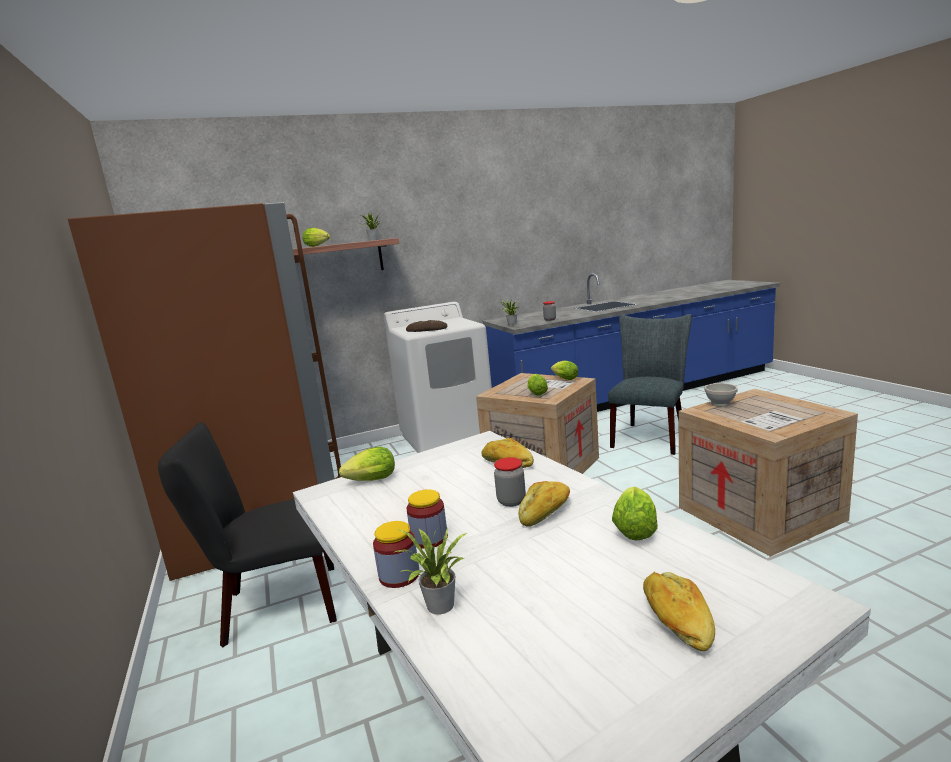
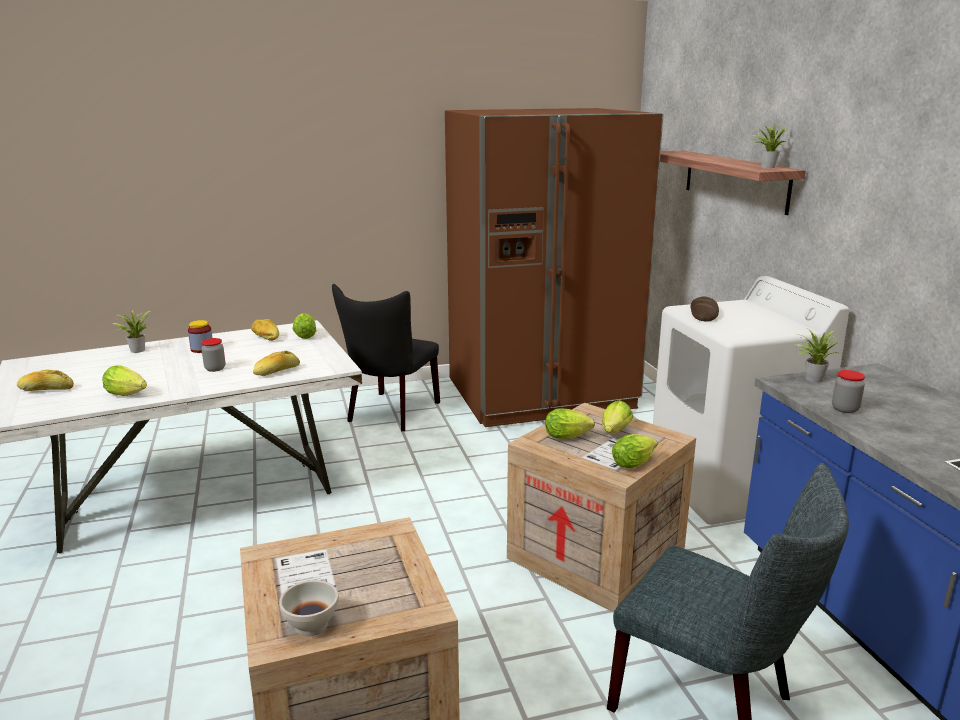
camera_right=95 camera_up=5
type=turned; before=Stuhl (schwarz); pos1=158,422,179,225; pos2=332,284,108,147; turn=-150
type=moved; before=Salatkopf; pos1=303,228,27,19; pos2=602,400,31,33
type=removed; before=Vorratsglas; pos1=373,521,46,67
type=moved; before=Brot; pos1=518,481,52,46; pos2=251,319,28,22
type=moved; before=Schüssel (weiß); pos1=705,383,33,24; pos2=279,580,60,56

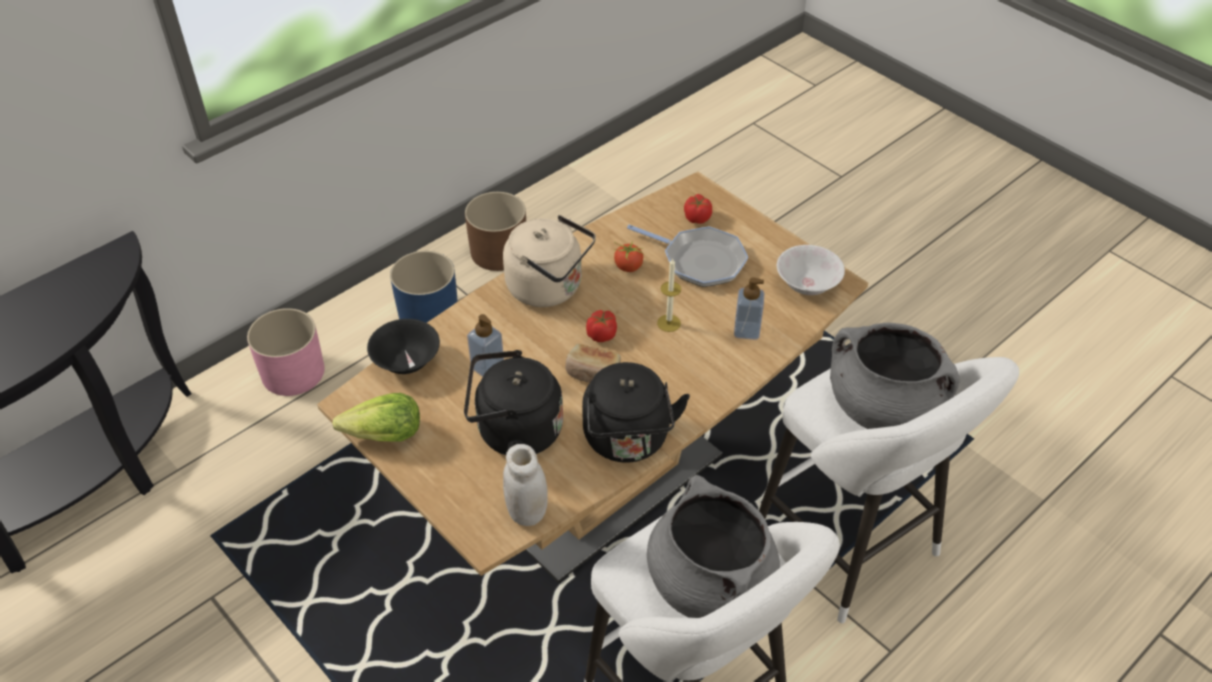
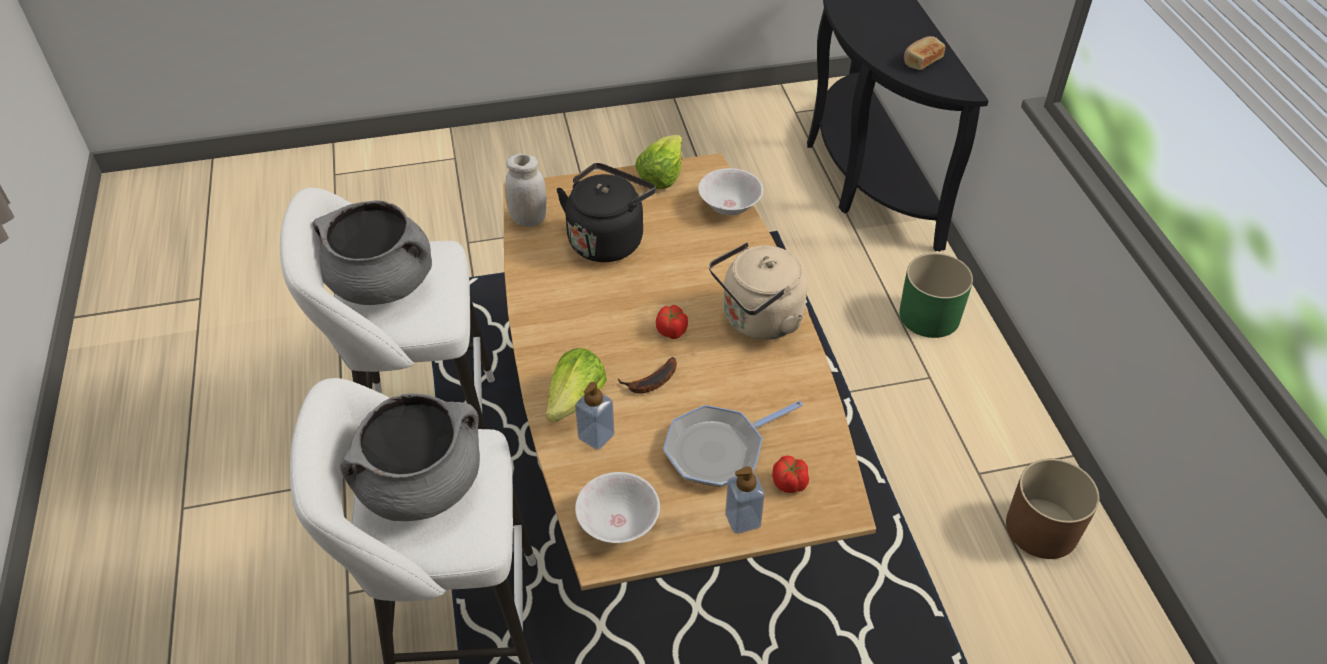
camera_right=120 camera_up=0
type=recoloured; before=Pflanzkübel (rosa); after=Pflanzkübel (grün); pos1=247,308,77,88; pos2=899,253,74,85
type=recoloured; before=Schüssel (schwarz); after=Schüssel (weiß); pos1=367,319,73,55; pos2=698,168,65,47
type=removed; before=Pflanzkübel (blau); pos1=390,251,68,72
type=moved; before=Seifenspender; pos1=467,314,37,63; pos2=725,466,40,68
type=moved; before=Brot; pos1=565,344,56,39; pos2=904,36,41,34
type=removed; before=Wasserkessel (schwarz); pos1=582,362,108,101
type=removed; before=Tomate; pos1=614,240,30,32
type=replaced; before=Kerze; after=Banane; pos1=657,259,24,73; pos2=617,357,60,37
type=added; after=Salatkopf; pos2=546,348,61,75

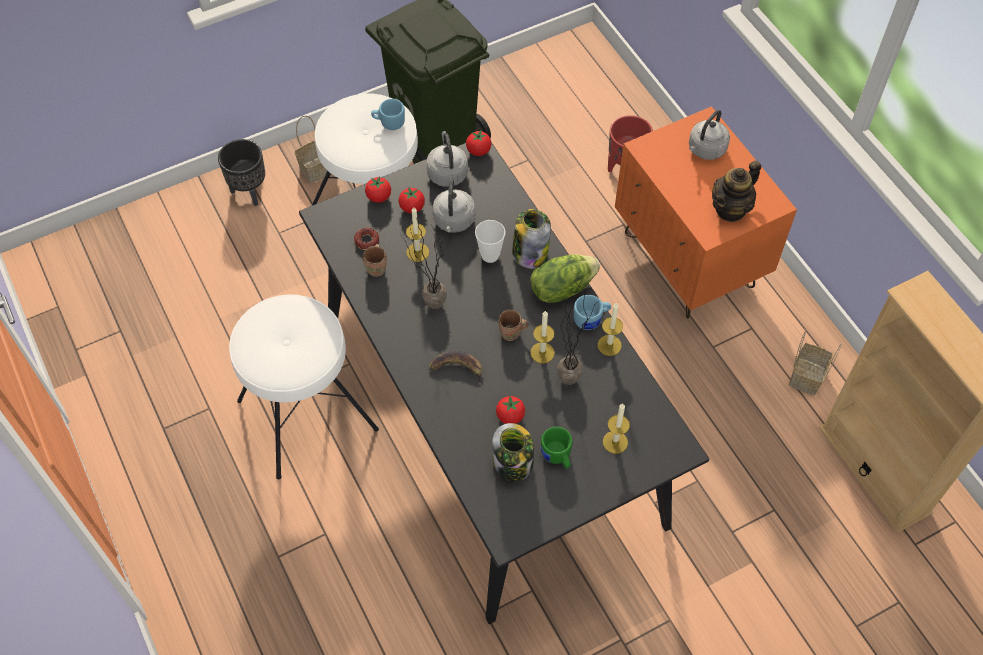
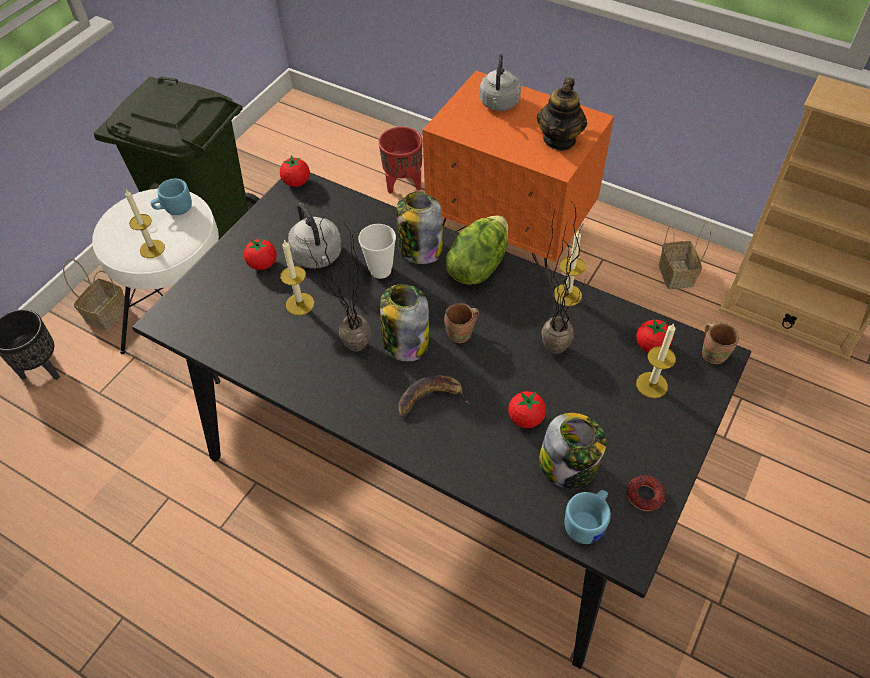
camera_right=-30 camera_up=-5
type=removed; before=Hocker (weiß); pos1=229,294,150,185
type=moved; before=Donut; pos1=354,228,25,22; pos2=627,475,39,36
type=moved; before=Henkelbecher (braun); pos1=363,244,24,33; pos2=702,322,37,42
type=moved; before=Tomate; pos1=365,176,26,27; pos2=636,318,37,35
type=removed; before=Wasserkessel (grau); pos1=426,131,42,56
type=moved; before=Kerze; pos1=530,311,25,53; pos2=125,190,40,68
type=removed; before=Henkelbecher (grün); pos1=541,427,32,42
type=moved; before=Henkelbecher (blau); pos1=574,295,37,35; pos2=564,490,47,54
type=added; after=Vorratsglas; pos2=380,284,49,78

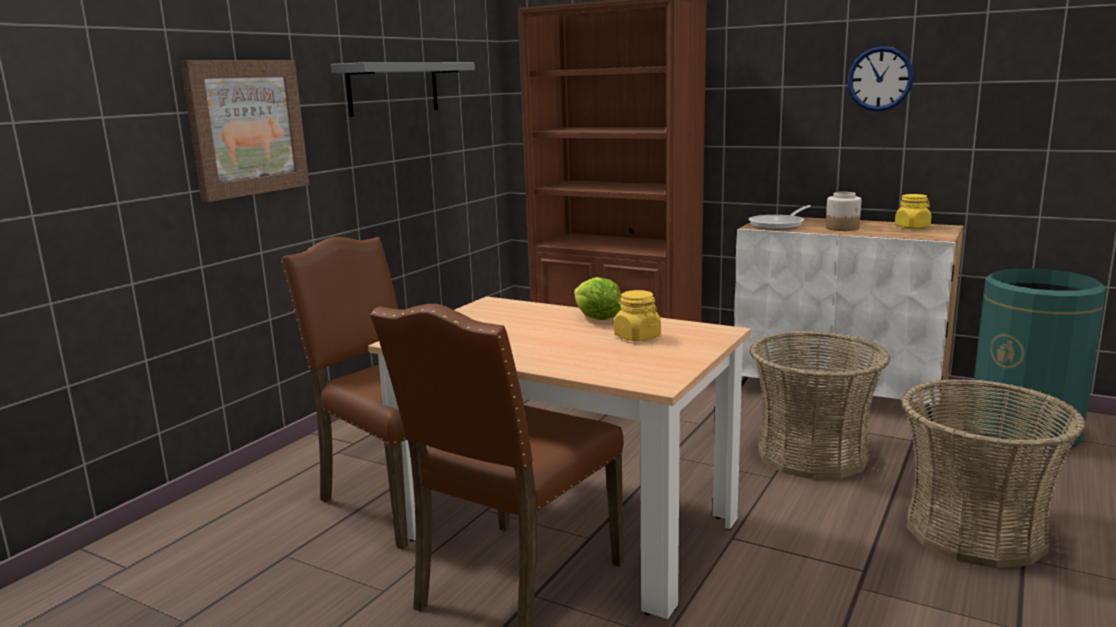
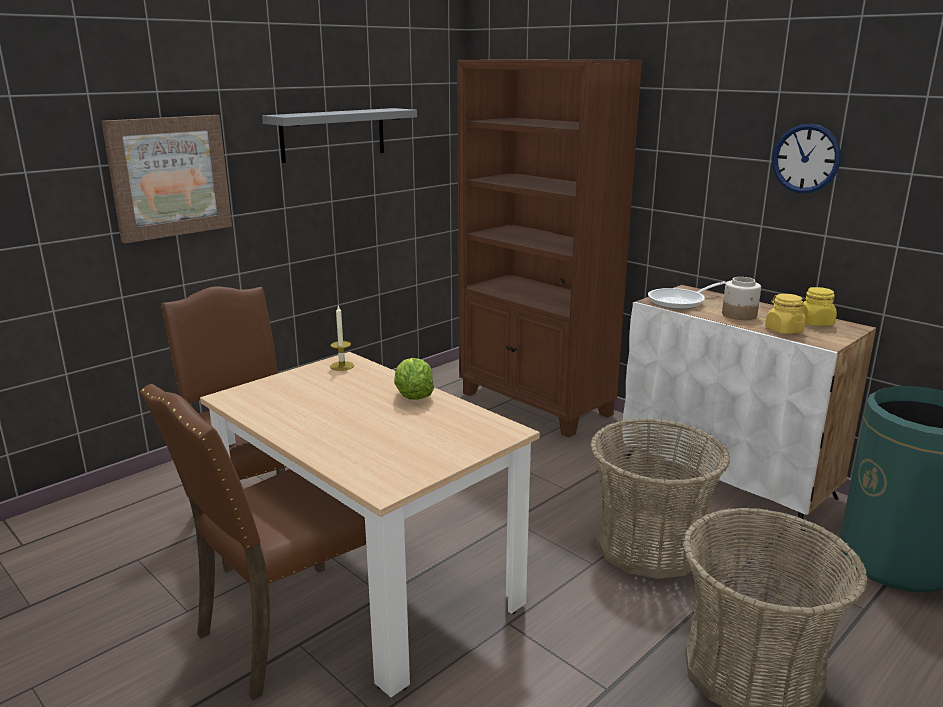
camera_right=15 camera_up=5
type=moved; before=Vorratsglas (gelb); pos1=614,290,47,51; pos2=765,294,41,40
type=added; after=Kerze; pos2=330,306,24,65

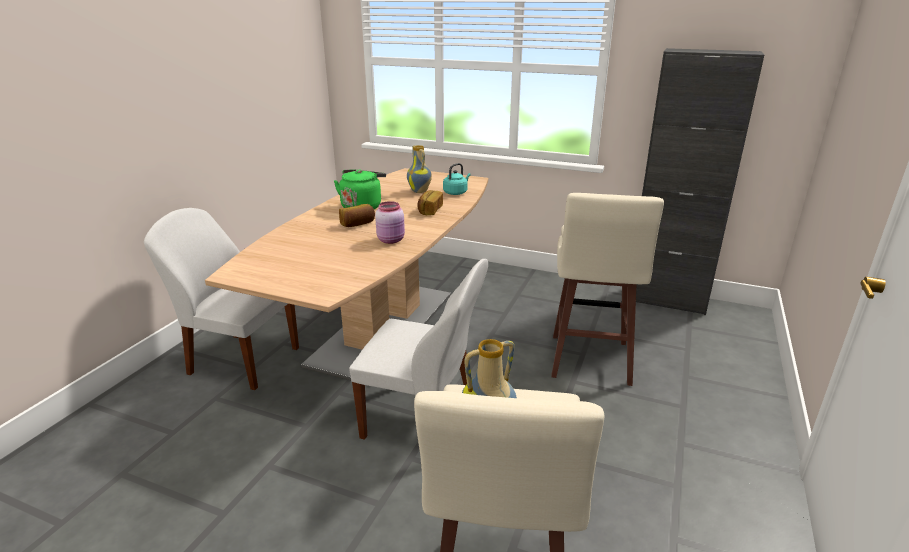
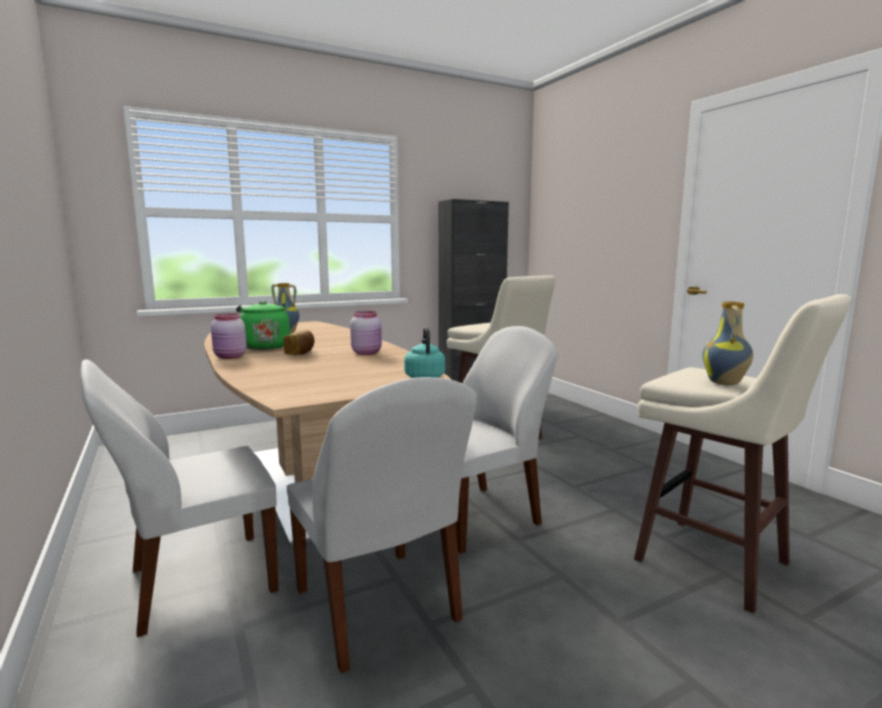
camera_right=-50 camera_up=-15
type=removed; before=Brot; pos1=417,190,26,25
type=moved; before=Wasserkessel (türkis); pos1=443,163,28,32; pos2=404,327,41,51
type=added; after=Vorratsglas (rosa); pos2=211,313,36,46
type=added; after=Stuhl (weiß); pos2=287,377,190,296

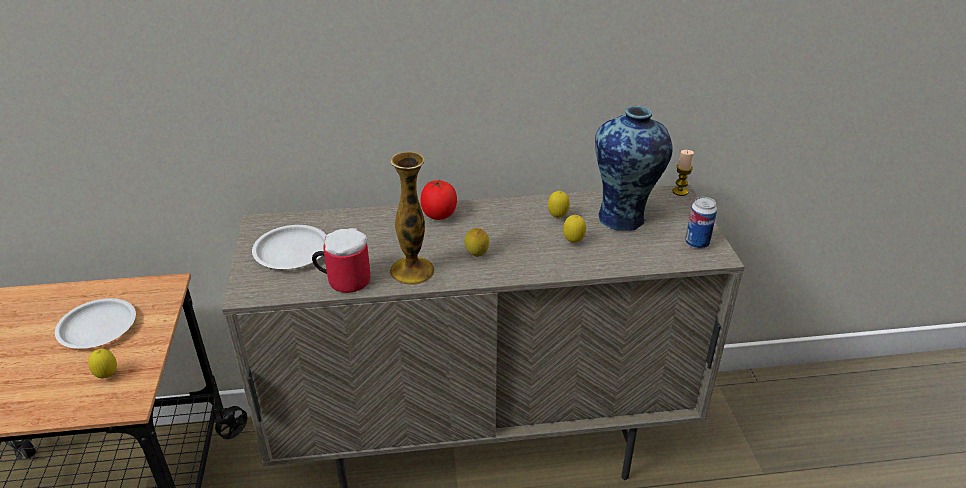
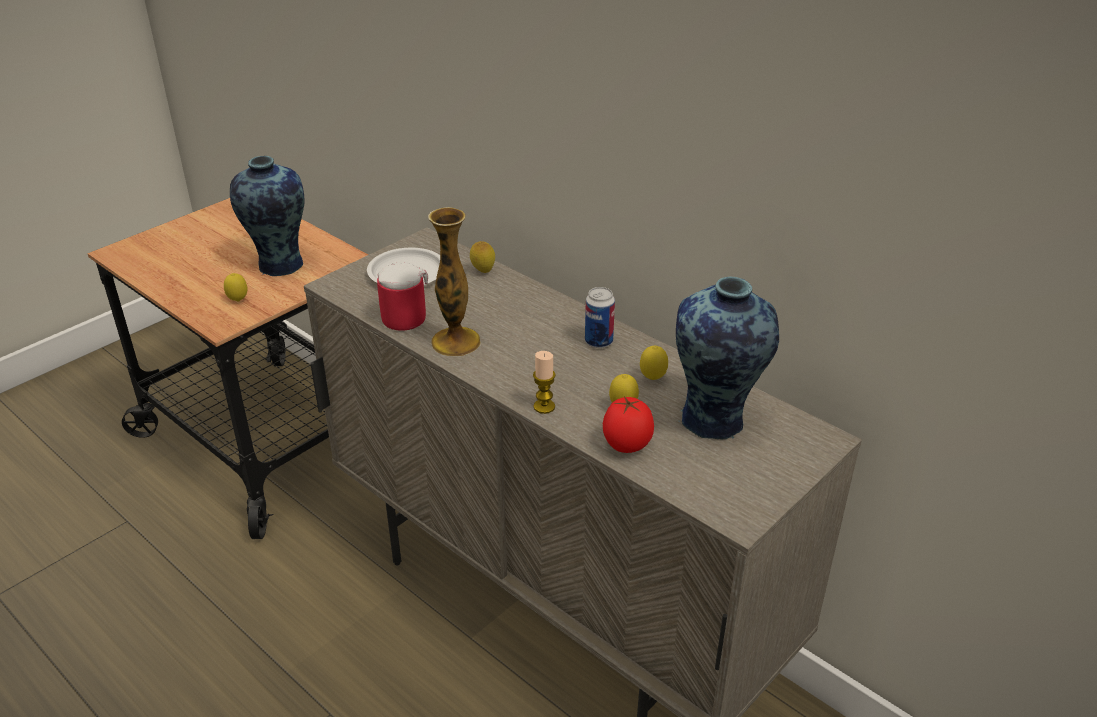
camera_right=50 camera_up=0
type=replaced; before=Teller (weiß); after=Vase; pos1=55,298,81,51; pos2=230,156,74,120
type=moved; before=Tomate; pos1=421,180,36,40; pos2=603,396,51,57
type=moved; before=Zitrone; pos1=464,228,25,29; pos2=470,241,25,32
type=moved; before=Kerze; pos1=672,150,22,46; pos2=533,351,23,63
type=moved; before=Dose; pos1=685,197,32,52; pos2=585,287,30,61

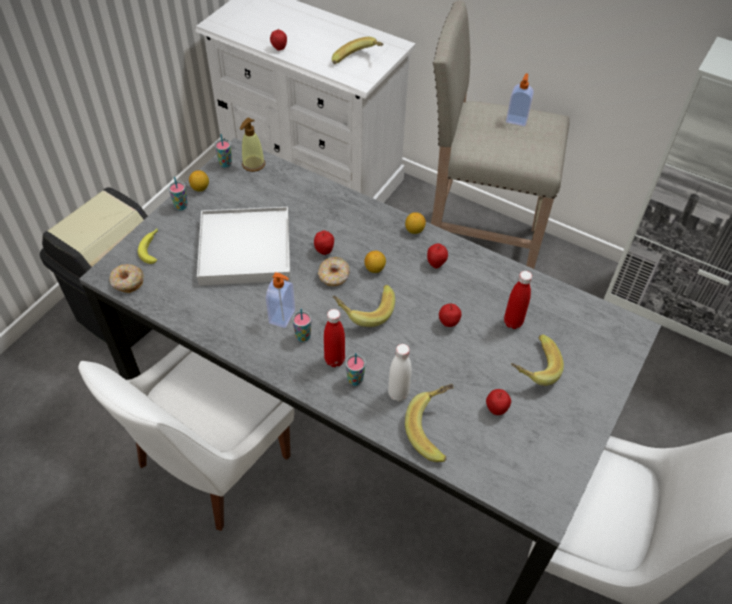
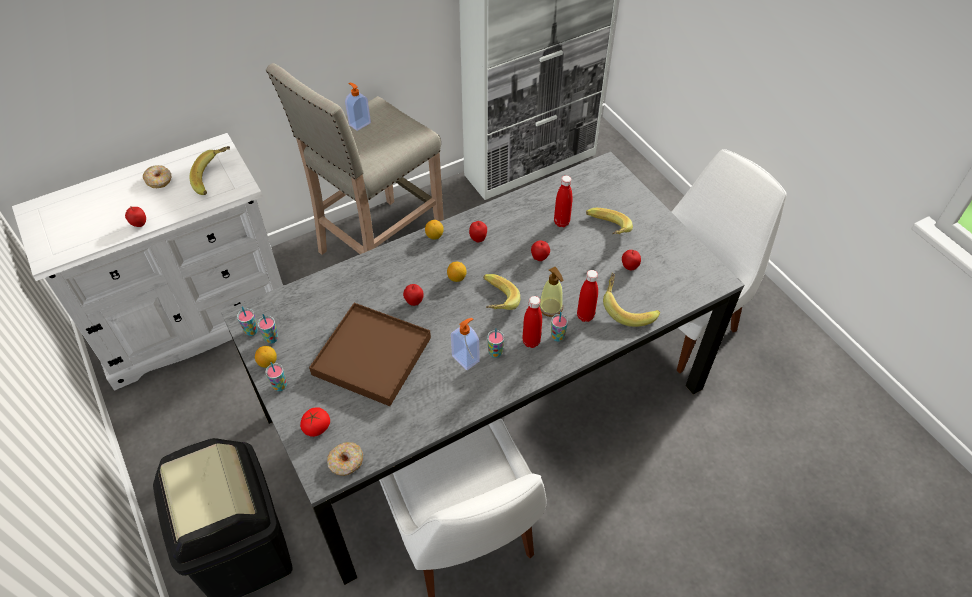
camera_right=-60 camera_up=0
type=replaced; before=Banane; after=Tomate; pos1=138,228,20,36; pos2=300,407,30,30
type=recoloured; before=Tablett (weiß); after=Tablett (braun); pos1=197,207,94,79; pos2=309,303,122,103
type=moved; before=Seifenspender; pos1=240,118,25,54; pos2=539,267,25,50
type=moved; before=Donut; pos1=318,257,32,29; pos2=143,165,28,23
type=recoloured; before=Flasche (weiß); after=Flasche (rot); pos1=388,344,24,58; pos2=577,270,21,52
type=added; after=Tasse; pos2=258,314,20,30

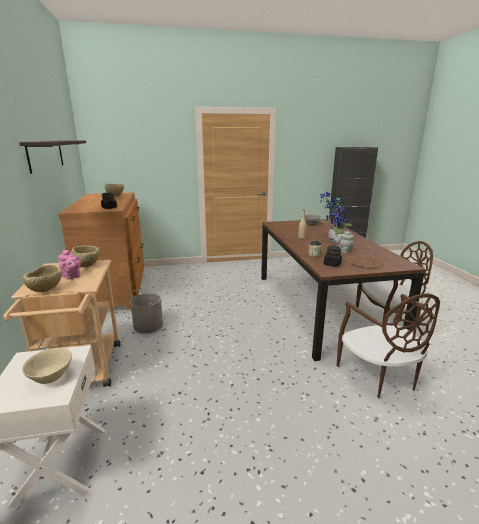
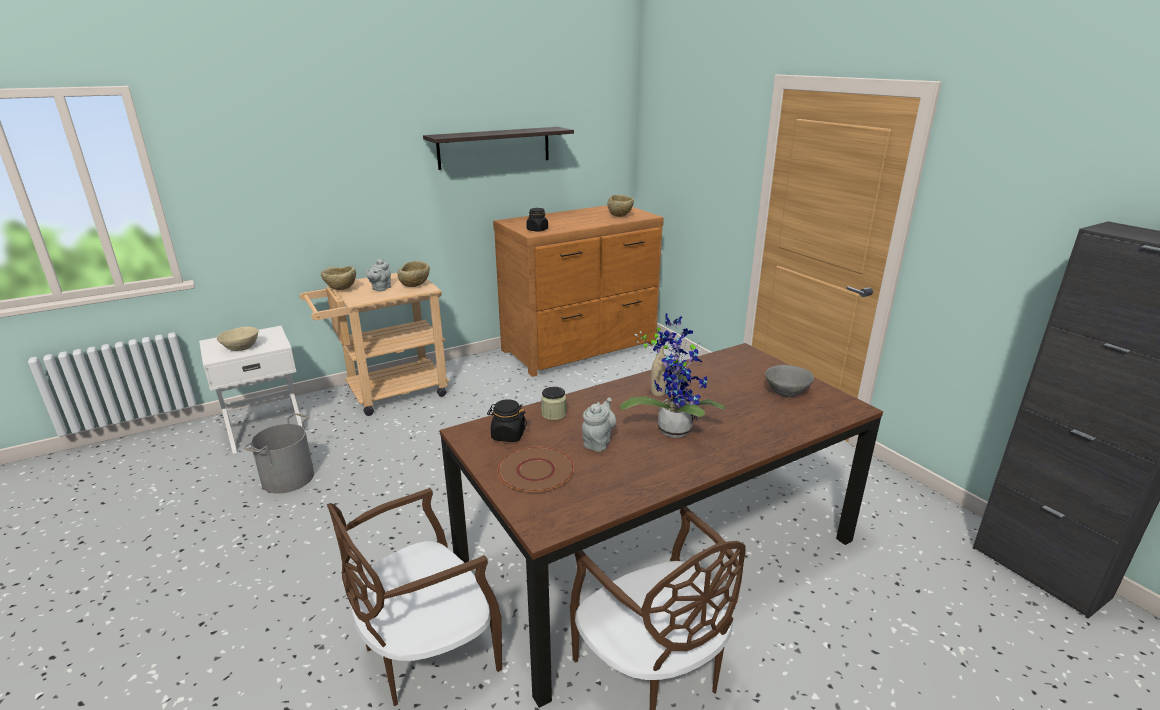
camera_right=70 camera_up=5
type=recoloured; before=Teekanne (rosa); after=Teekanne (grau); pos1=58,250,23,29; pos2=366,258,25,34
type=moved; before=Eimer (grau); pos1=129,289,34,44; pos2=243,413,71,81

